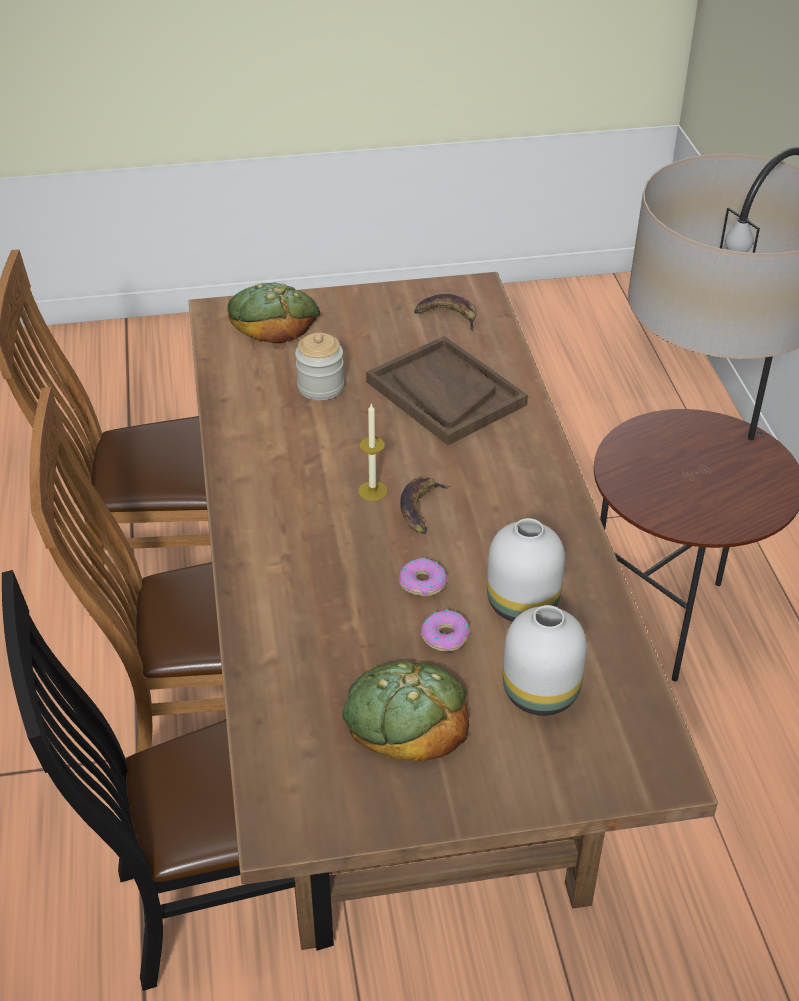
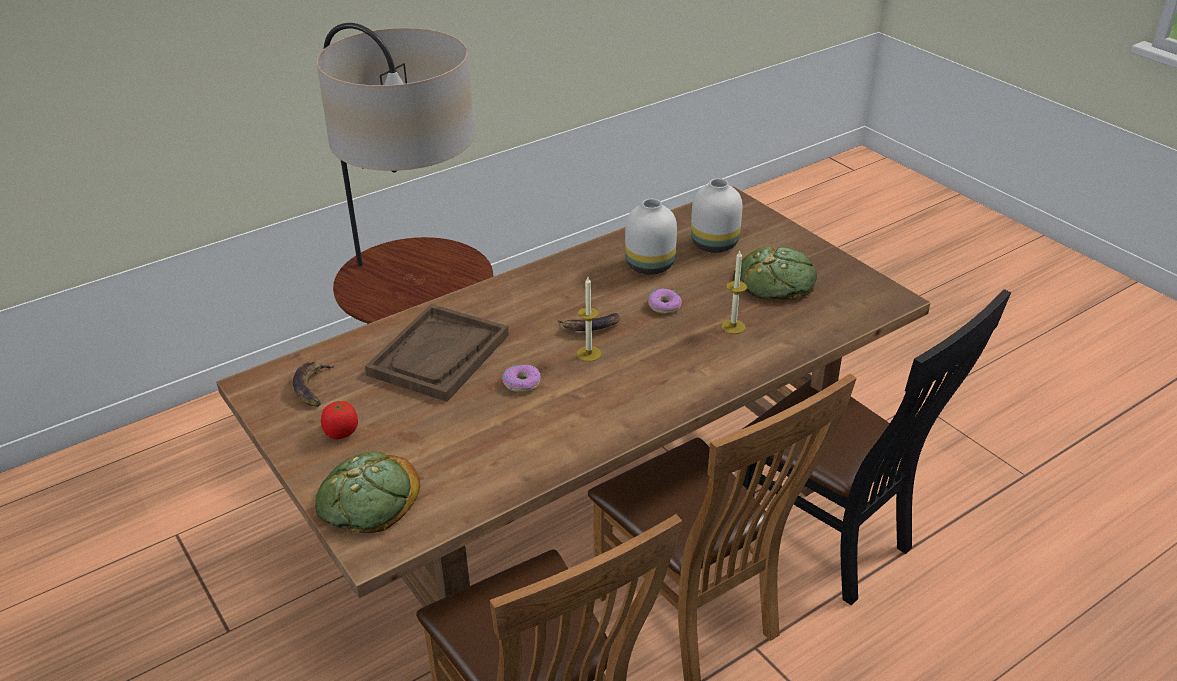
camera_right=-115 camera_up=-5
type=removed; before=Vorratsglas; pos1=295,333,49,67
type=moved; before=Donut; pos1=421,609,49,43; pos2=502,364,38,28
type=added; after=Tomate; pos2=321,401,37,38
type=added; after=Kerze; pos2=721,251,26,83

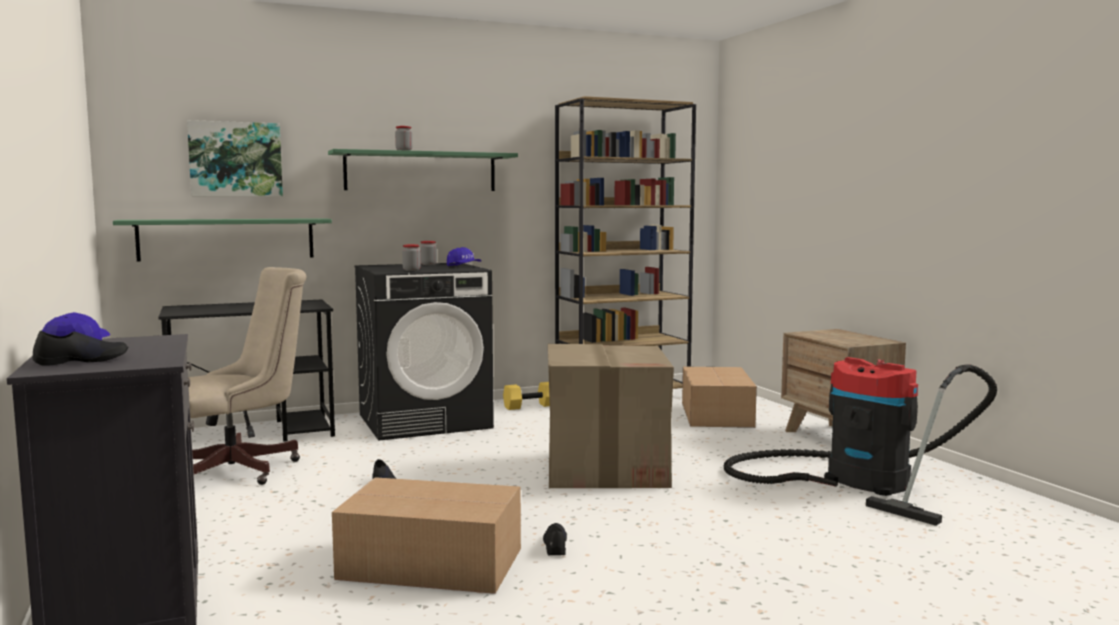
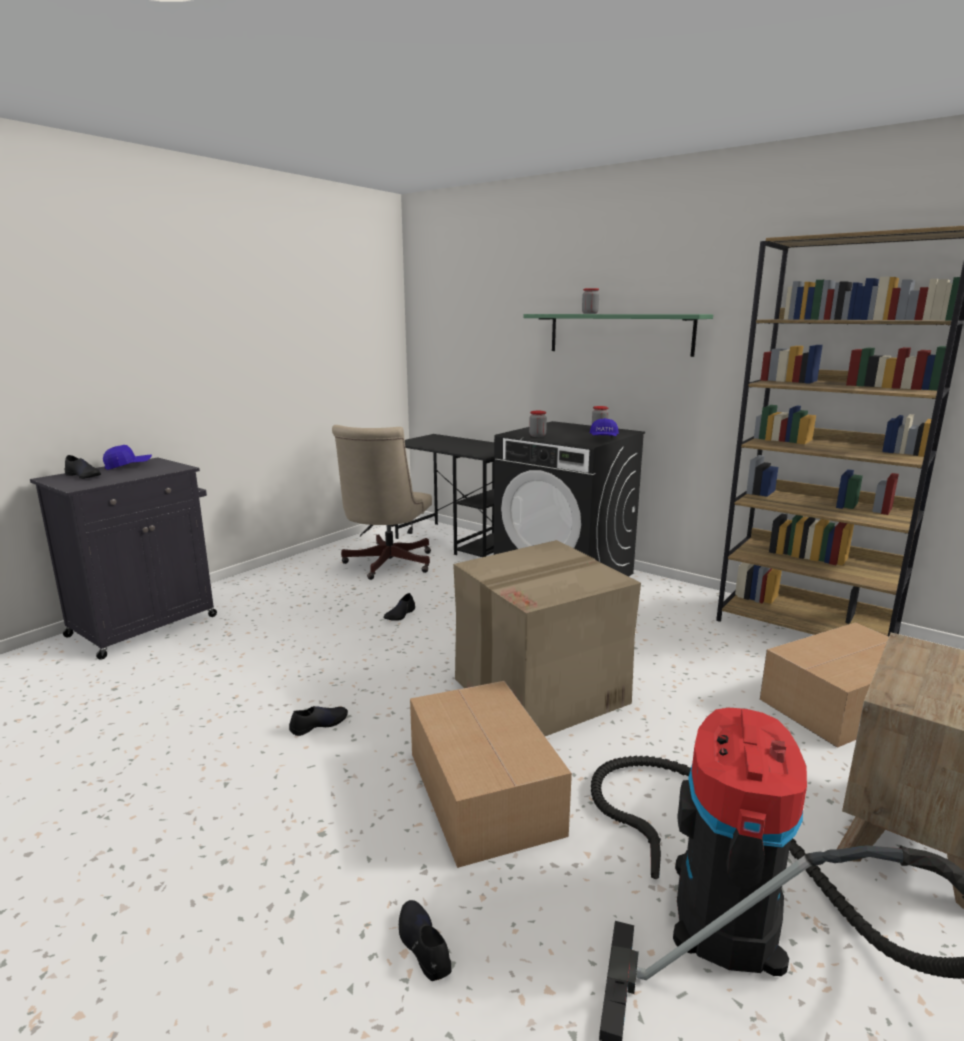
camera_right=60 camera_up=10
type=removed; before=Wandregal (grün); pos1=113,218,219,44
type=removed; before=Bild; pos1=187,120,96,77
type=turned; before=Bürostuhl (beige); pos1=188,267,118,218; pos2=332,425,100,155; turn=75
type=moved; before=Karton; pos1=332,477,189,117; pos2=410,681,162,187
type=removed; before=Hantel (gelb); pos1=503,382,47,28
type=added; after=Schuh (schwarz); pos2=399,900,53,81

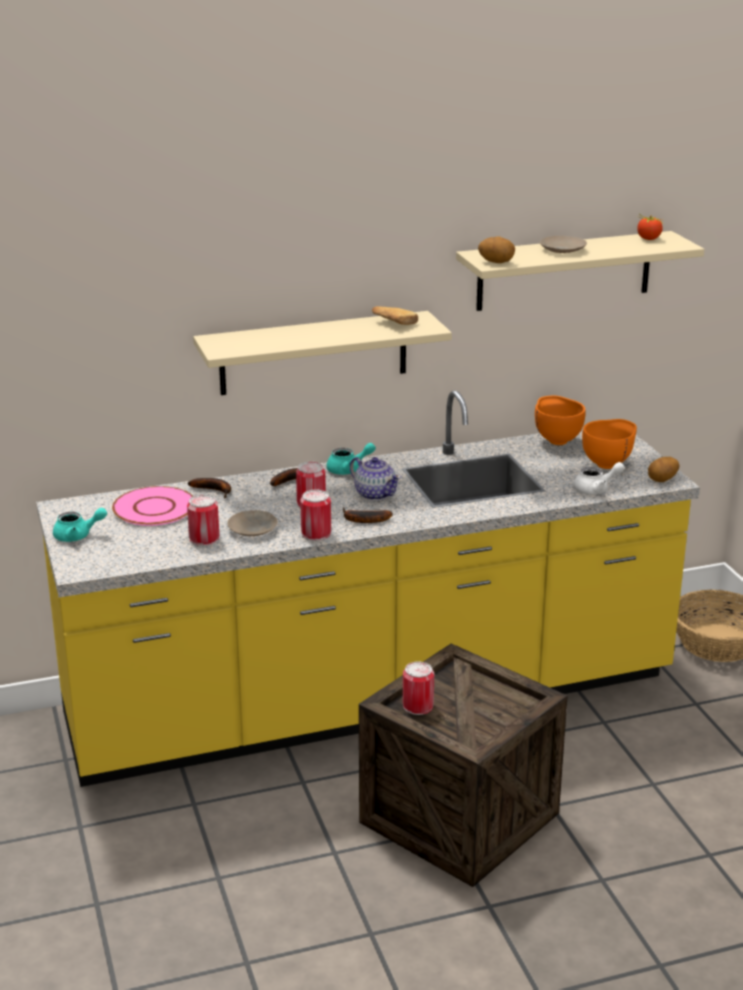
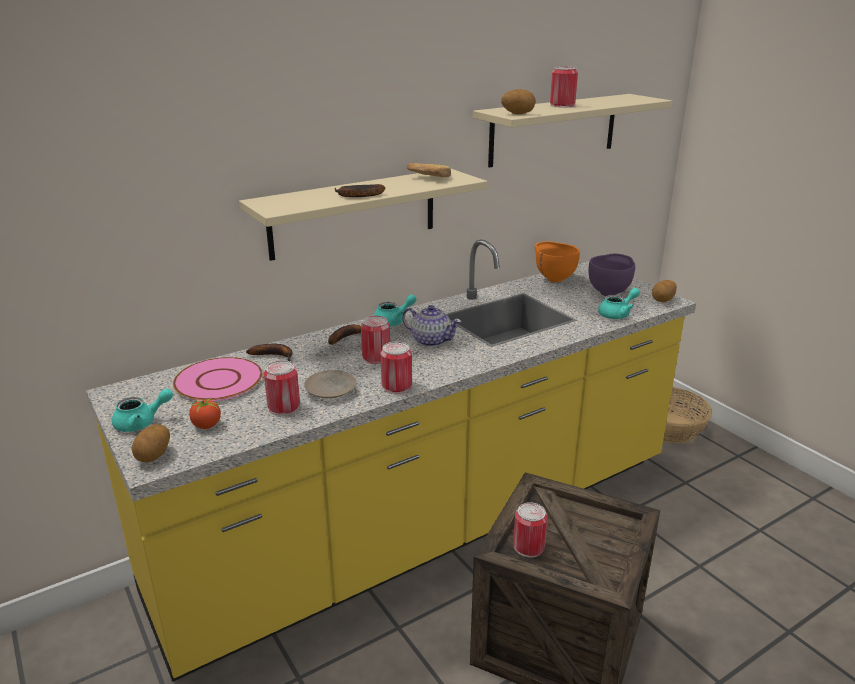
camera_right=-15 camera_up=0
type=moved; before=Banane; pos1=343,507,50,16; pos2=335,184,50,13
type=replaced; before=Teller (beige); after=Dose; pos1=540,236,47,17; pos2=550,66,28,42
type=recoloured; before=Teekanne (weiß); after=Teekanne (türkis); pos1=573,462,52,33; pos2=598,288,42,31
type=recoloured; before=Schüssel (orange); after=Schüssel (lila); pos1=582,419,55,50; pos2=589,254,46,42
type=moved; before=Tomate; pos1=637,215,27,25; pos2=186,397,35,32
type=added; after=Kartoffel; pos2=132,424,38,38

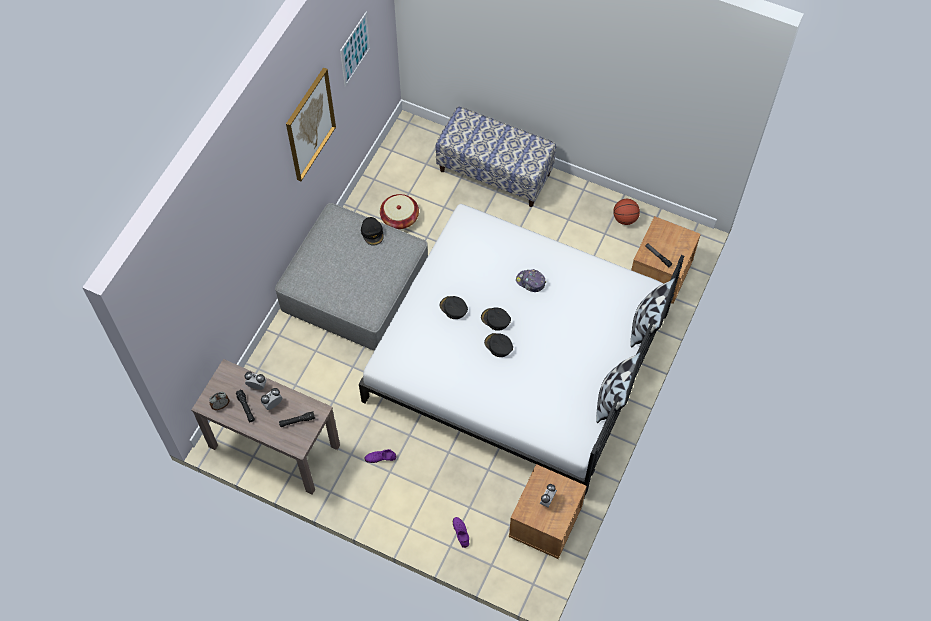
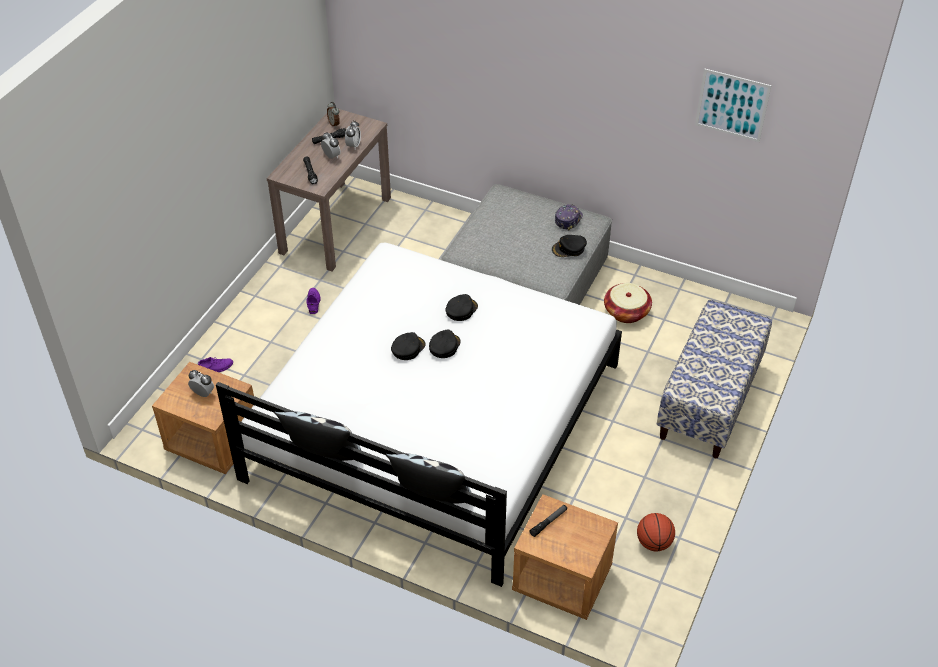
camera_right=90 camera_up=-15
type=removed; before=Bild; pos1=286,67,50,114
type=moved; before=Kappe; pos1=516,269,30,23; pos2=555,205,28,26

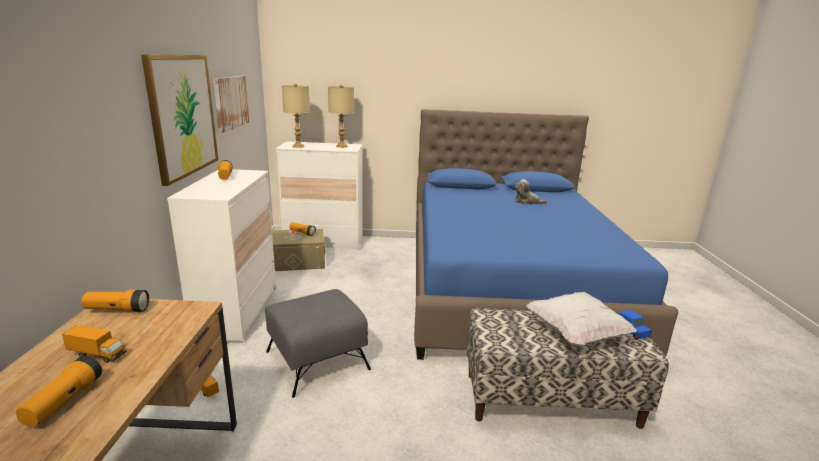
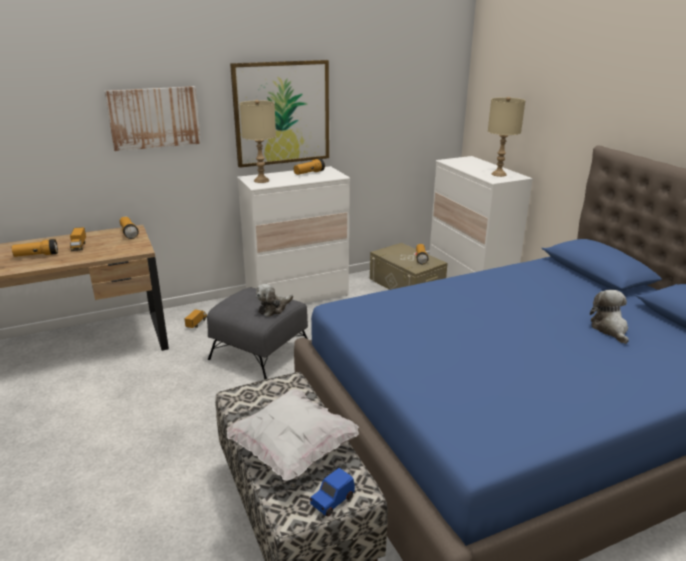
camera_right=65 camera_up=5
type=moved; before=Bild; pos1=213,76,37,57; pos2=104,86,97,65
type=moved; before=Tischlampe (beige); pos1=282,83,28,65; pos2=240,100,36,83
type=added; after=Plüschtier; pos2=256,284,37,33

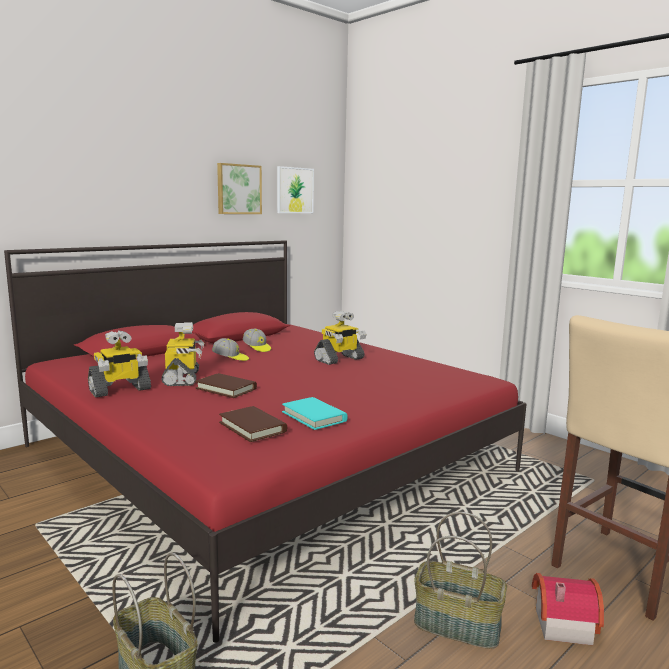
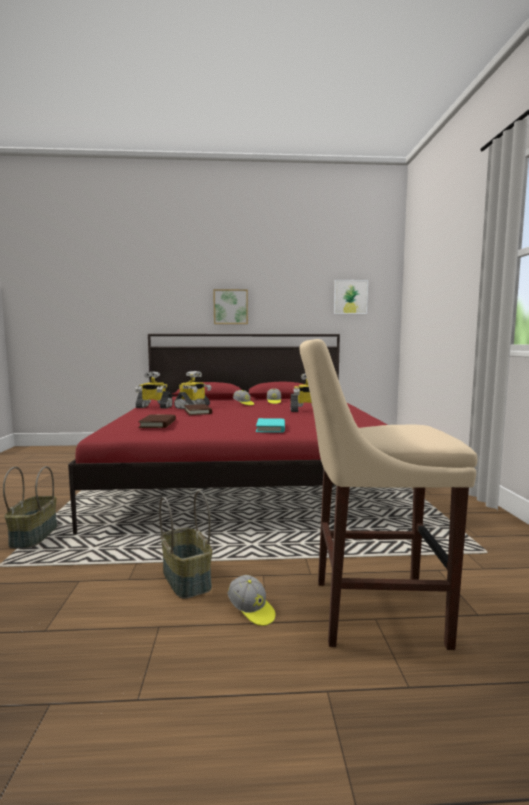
camera_right=40 camera_up=-5
type=moved; before=Bild; pos1=217,163,45,51; pos2=213,289,35,35
type=moved; before=Buch (türkis); pos1=282,397,66,33; pos2=256,418,29,15
type=replaced; before=Spielzeughaus; after=Kappe; pos1=532,573,72,72; pos2=228,575,48,51

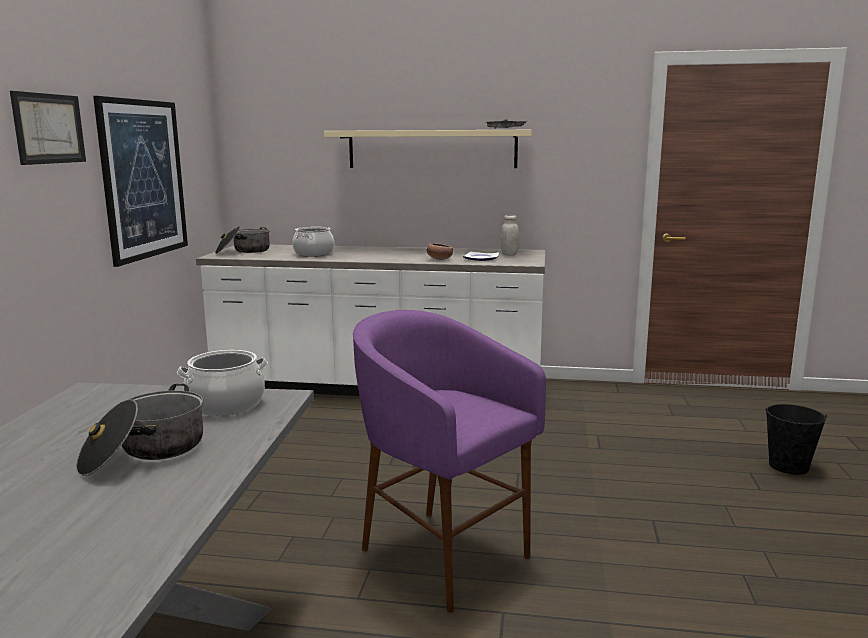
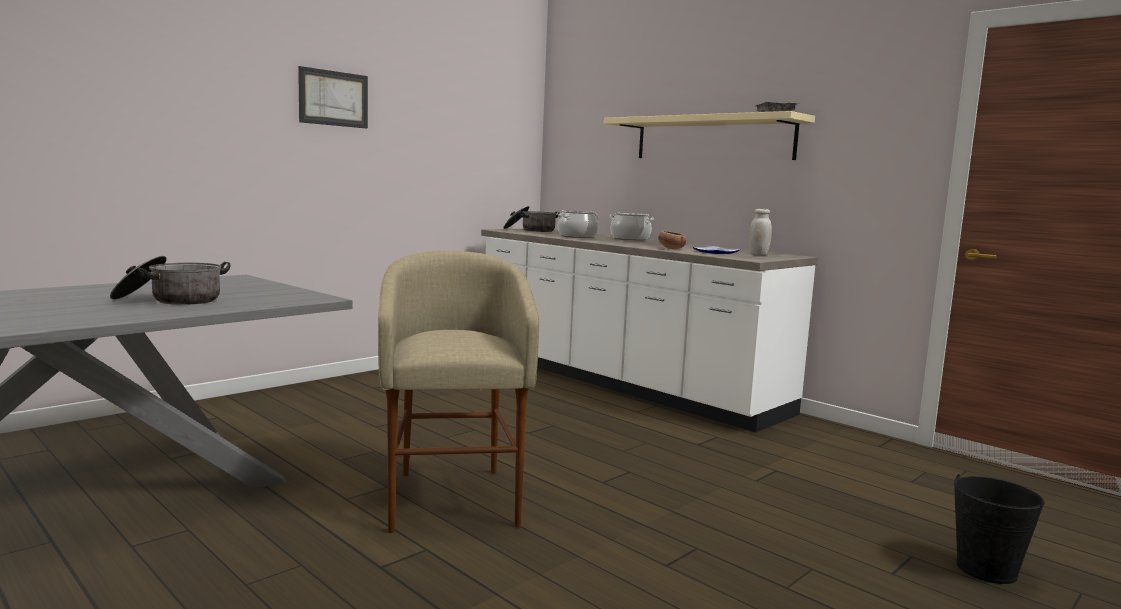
camera_right=35 camera_up=-5
type=removed; before=Bild; pos1=93,96,95,171
type=moved; before=Kochtopf; pos1=177,350,91,66; pos2=609,213,45,27
type=recoloured; before=Hocker (lila); after=Hocker (beige); pos1=353,310,193,303; pos2=378,251,161,282

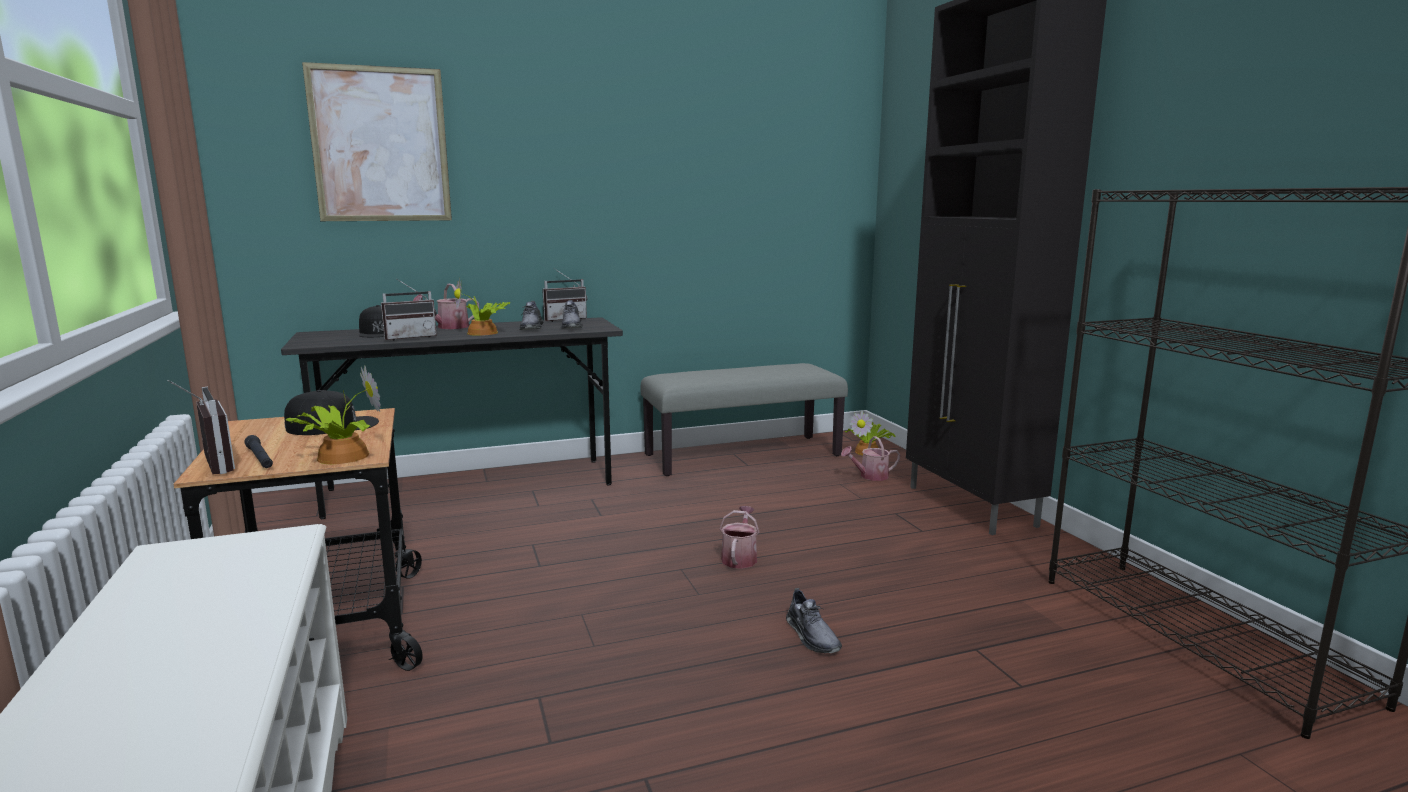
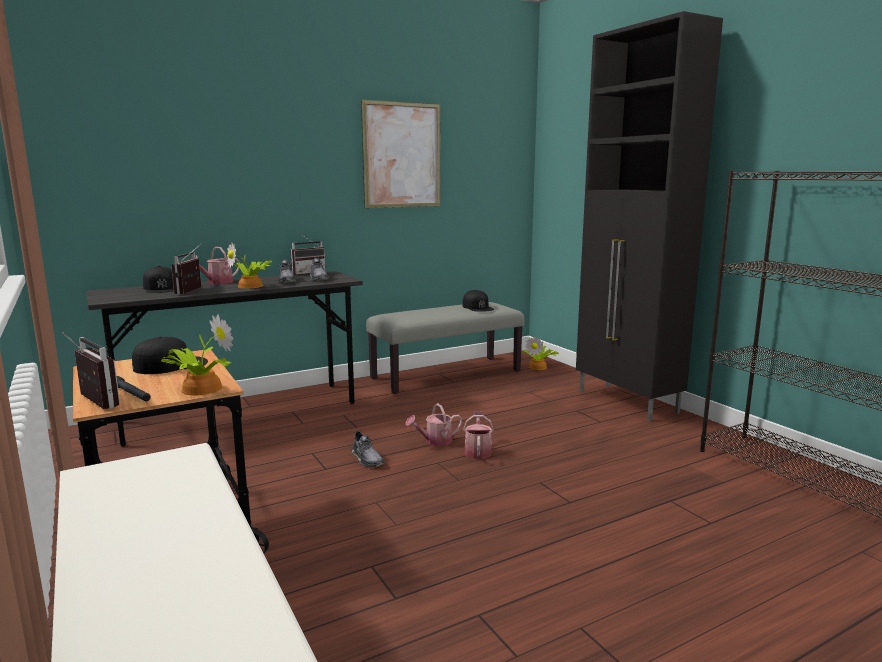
camera_right=-10 camera_up=0
type=moved; before=Bild; pos1=302,62,150,159; pos2=361,100,80,108
type=turned; before=Radio; pos1=381,279,56,62; pos2=171,244,30,51; turn=135
type=moved; before=Schuh (grau); pos1=786,588,56,65; pos2=351,430,34,37
type=moved; before=Gießkanne; pos1=841,436,59,45; pos2=406,403,56,43
type=added; after=Kappe (schwarz); pos2=463,290,31,22

